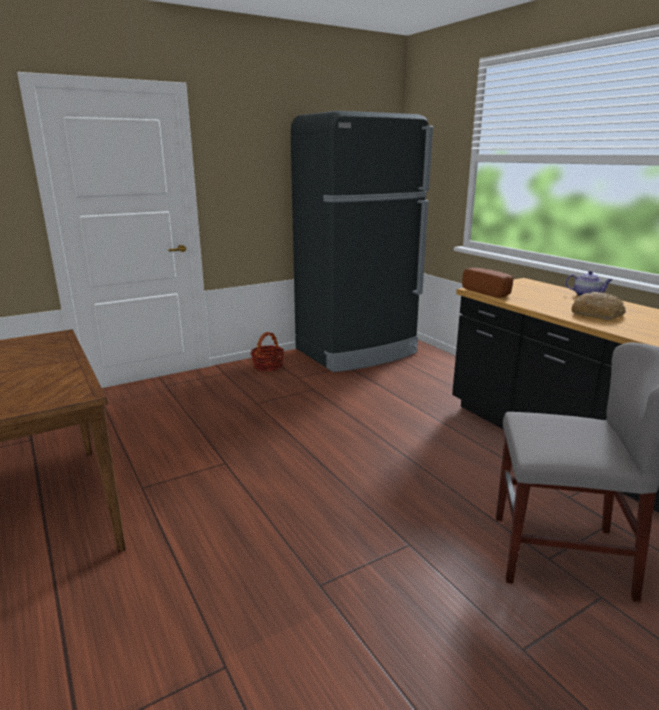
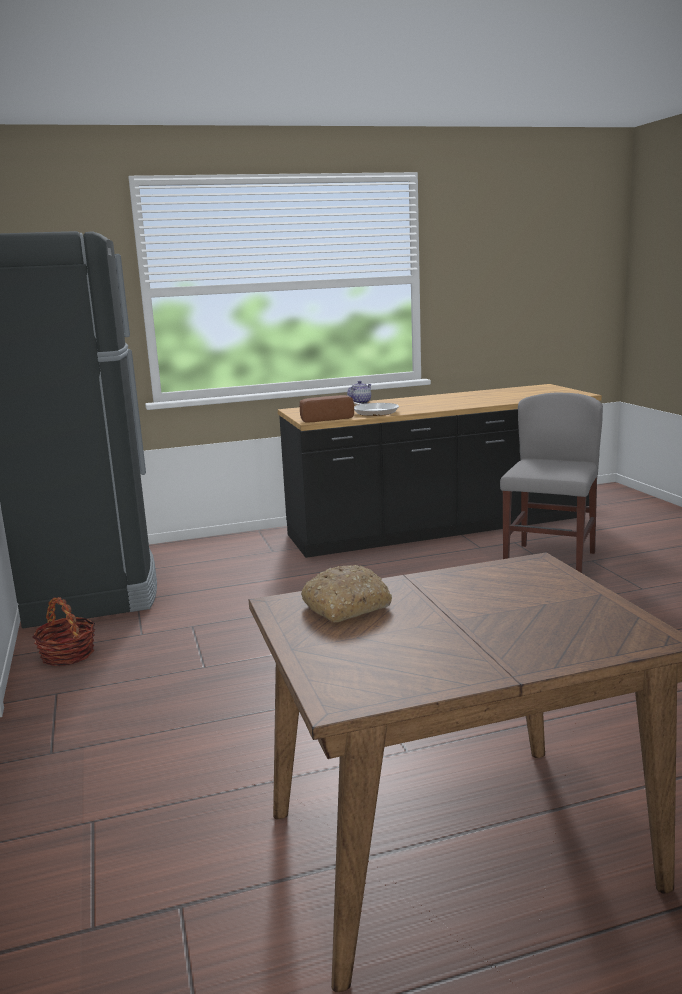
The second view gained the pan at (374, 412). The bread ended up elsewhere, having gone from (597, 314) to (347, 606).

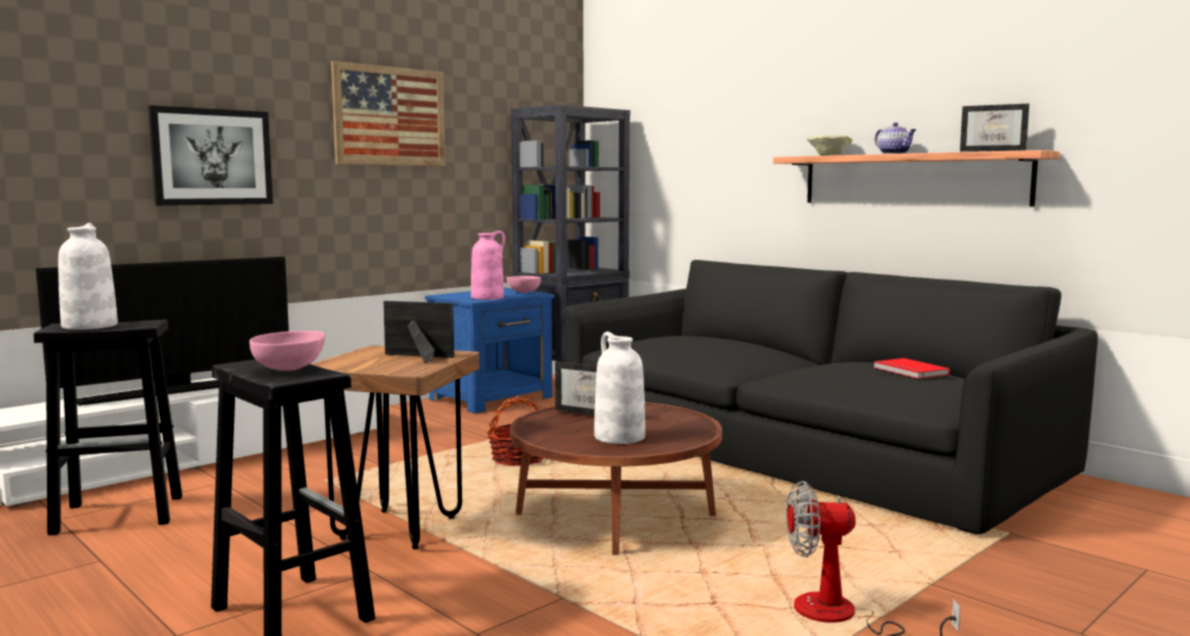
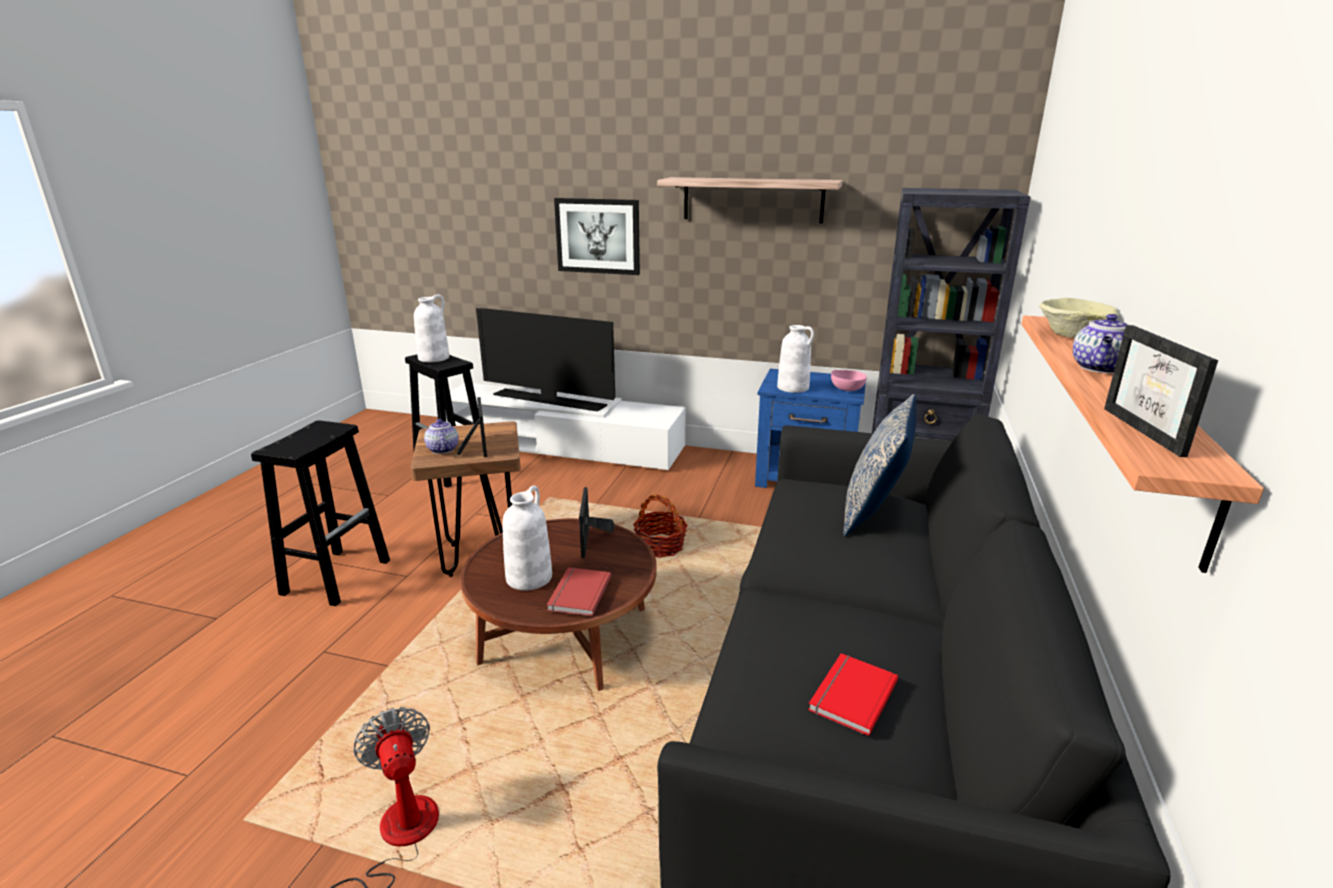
The second view lost the deep dish (pinkish) at (290, 369). The second view gained the tea pot at (442, 449). The second view gained the book (red-coloured) at (577, 593). The second view gained the throw pillow at (874, 512). Where the wall picture hung at (390, 116), the wall shelf came to hang at (752, 200). What was the flower vase (pinkish) at (488, 297) turned into the flower vase (white) at (793, 388).

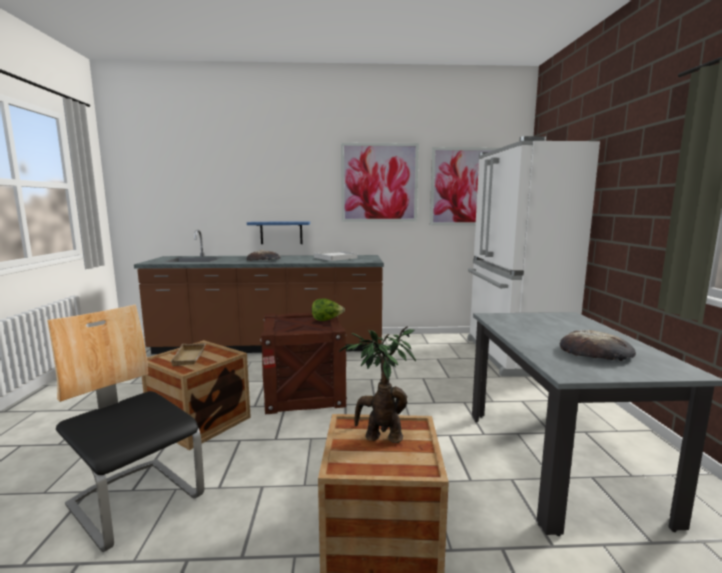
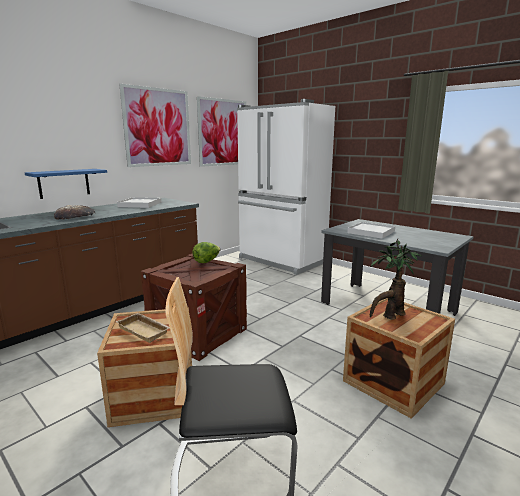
The second view lost the bread at (596, 352). The second view gained the serving tray (white) at (371, 232).

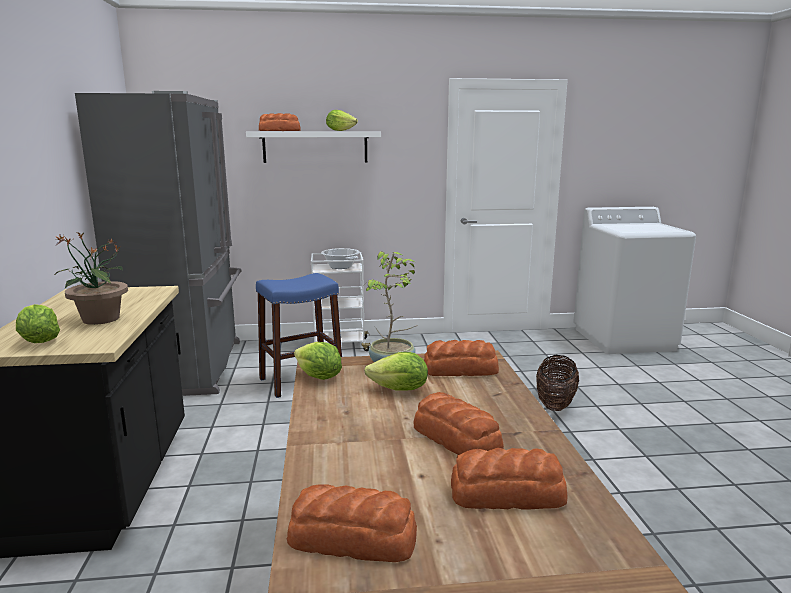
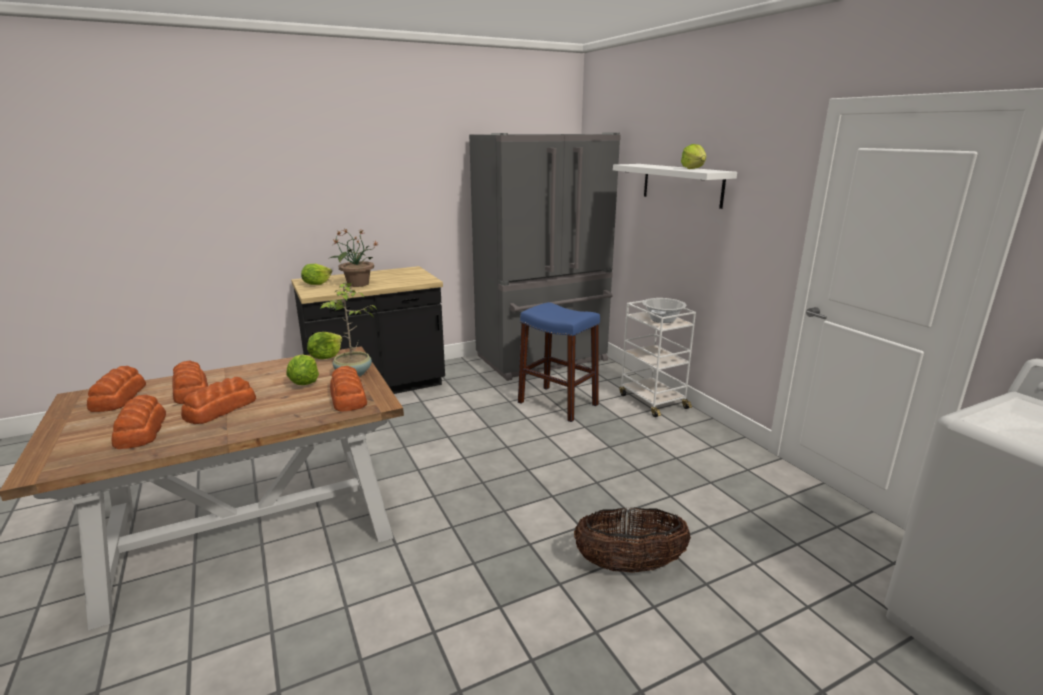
The bread ended up elsewhere, having gone from (280, 131) to (190, 391).

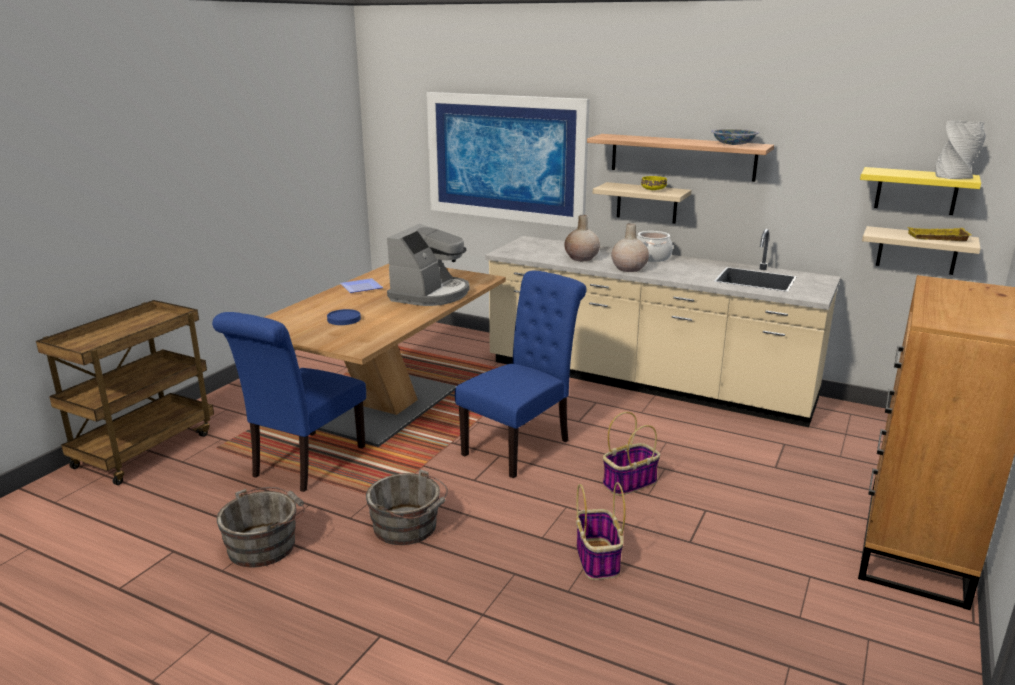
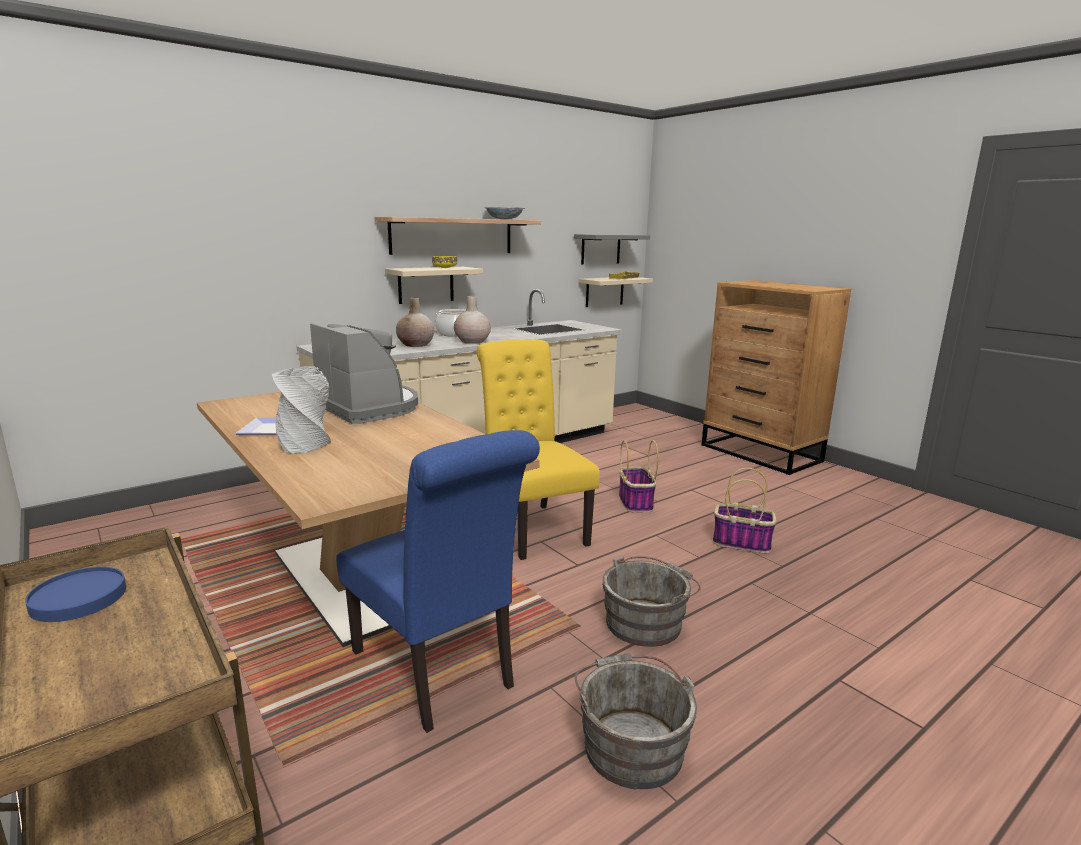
The second view lost the wall picture at (506, 158). The dinner plate (blue-coloured) ended up elsewhere, having gone from (343, 319) to (78, 598). The flower vase (gray) ended up elsewhere, having gone from (954, 176) to (305, 444). What was the chair (blue-coloured) at (521, 445) turned into the chair (yellow) at (532, 527). What was the wall shelf (yellow) at (916, 191) turned into the wall shelf (gray) at (600, 249).

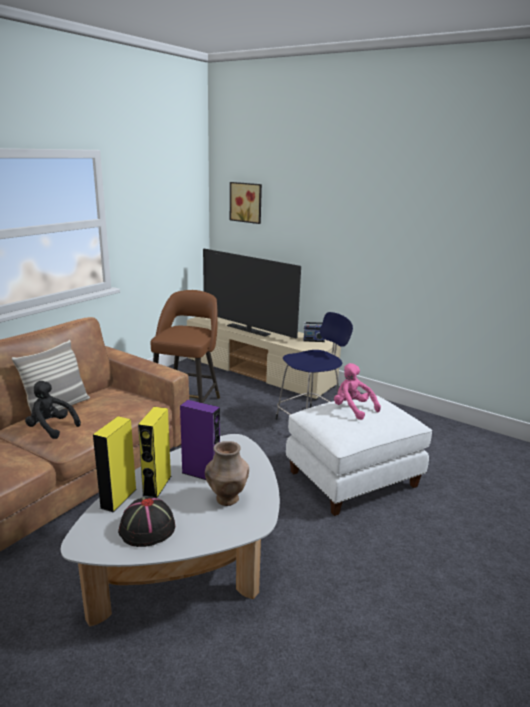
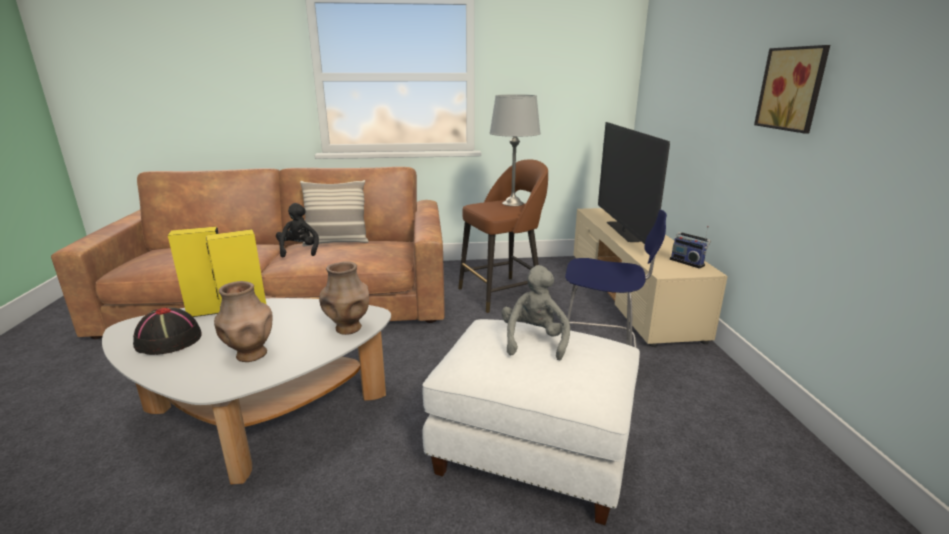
The second view lost the speaker (purple) at (201, 473). The second view gained the flower vase (brown) at (348, 328). The second view gained the table lamp (gray) at (513, 203). The wall picture ended up elsewhere, having gone from (246, 202) to (793, 89). What was the plush toy (pinkish) at (352, 409) turned into the plush toy (gray) at (534, 341).

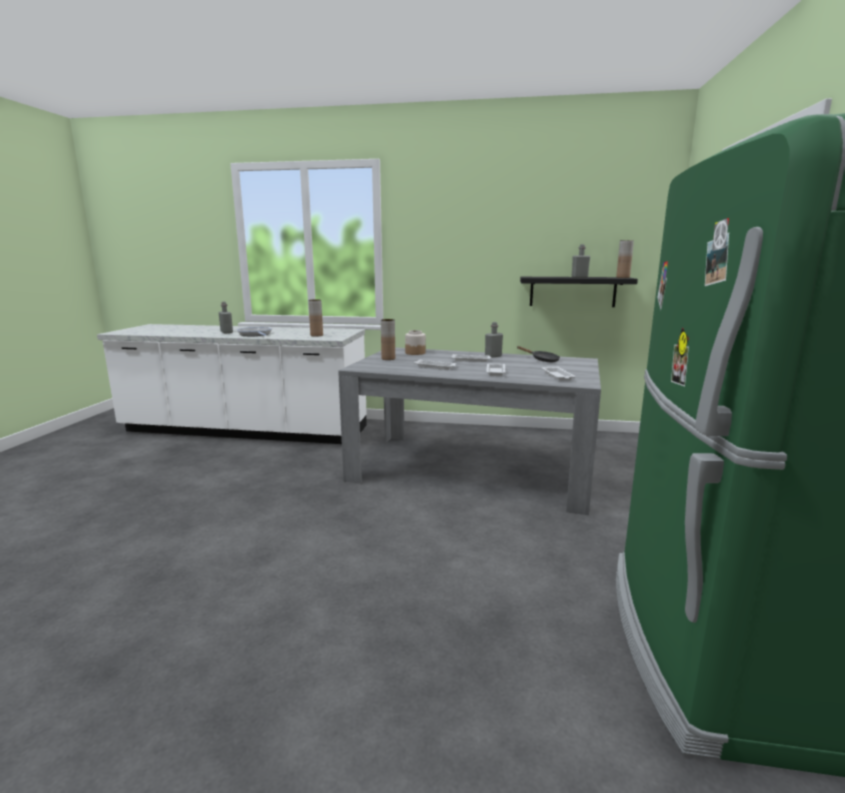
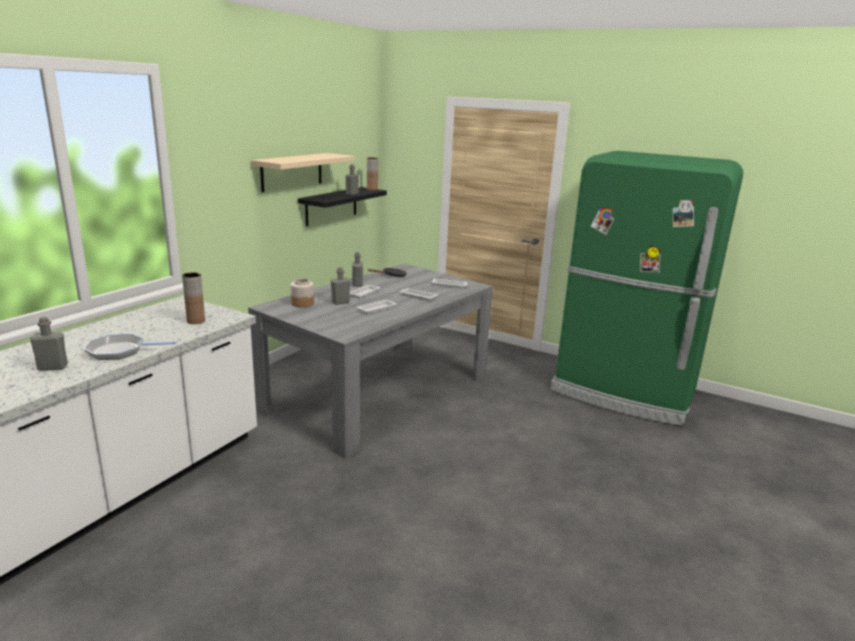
The second view lost the flower vase (brown) at (388, 359). The second view gained the wall shelf (sand-coloured) at (292, 172). The second view gained the bottle (gray) at (340, 302).

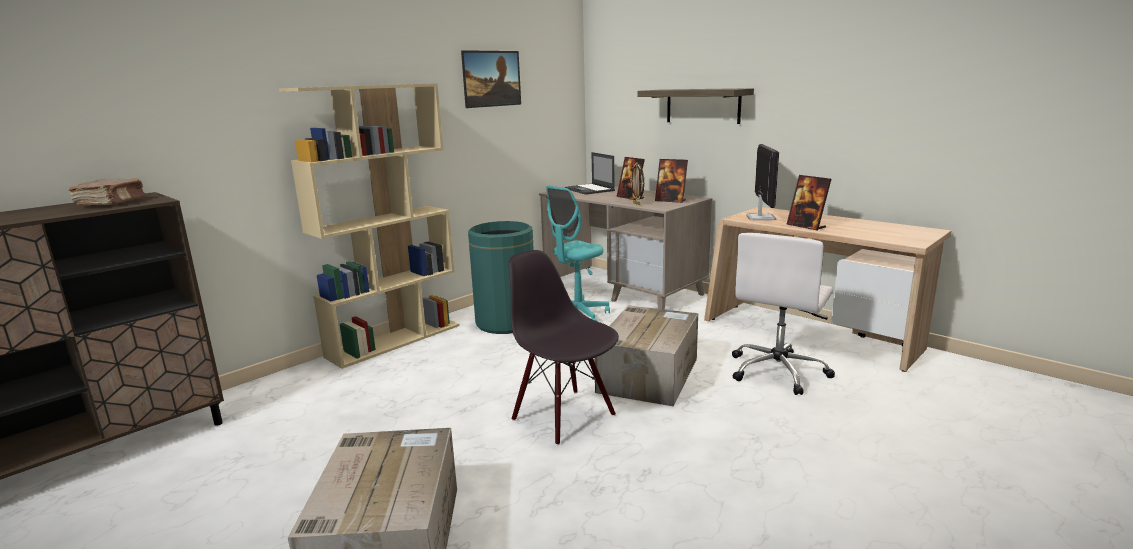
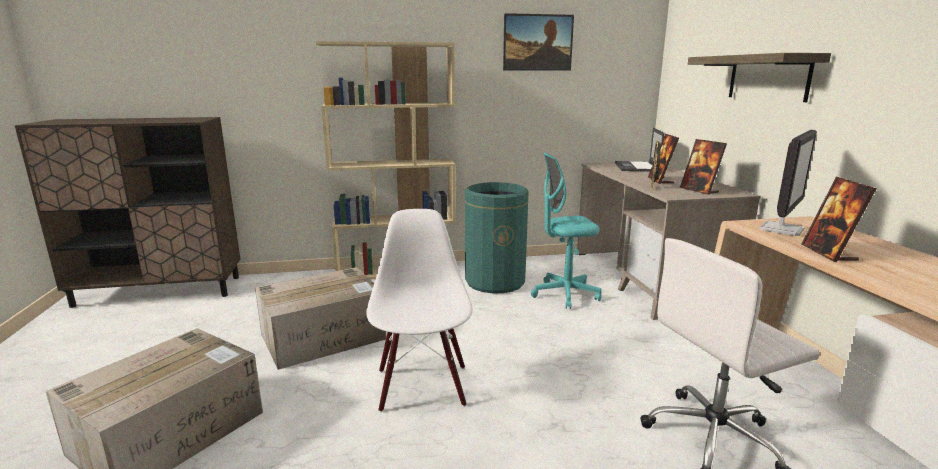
The second view lost the book (brown) at (112, 202). The carton ended up elsewhere, having gone from (648, 374) to (324, 336). What was the chair (black) at (564, 416) turned into the chair (white) at (422, 387).

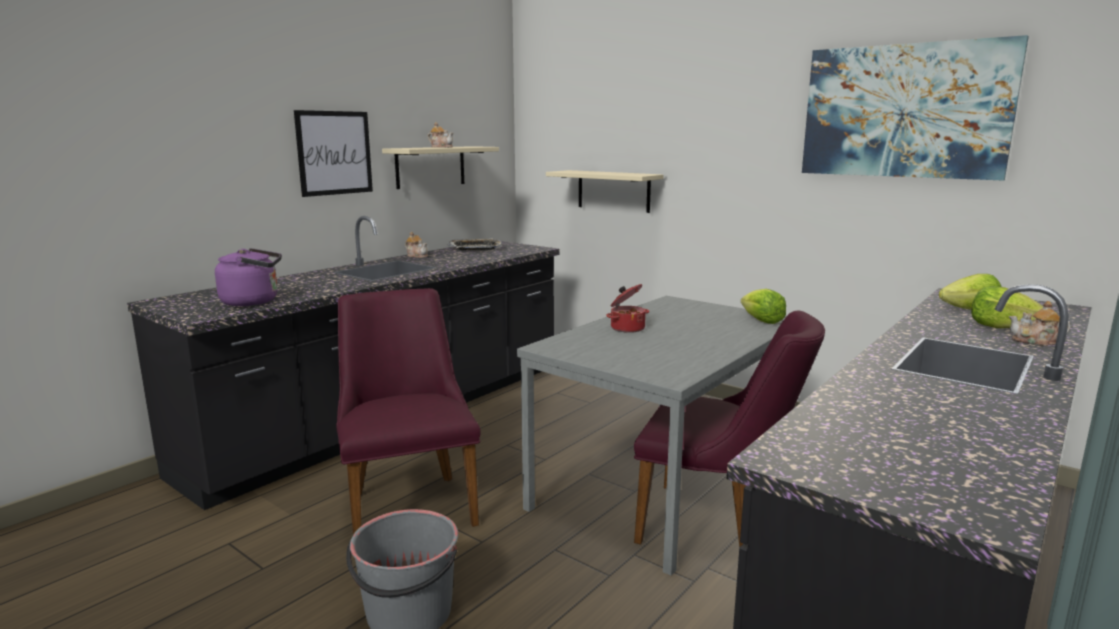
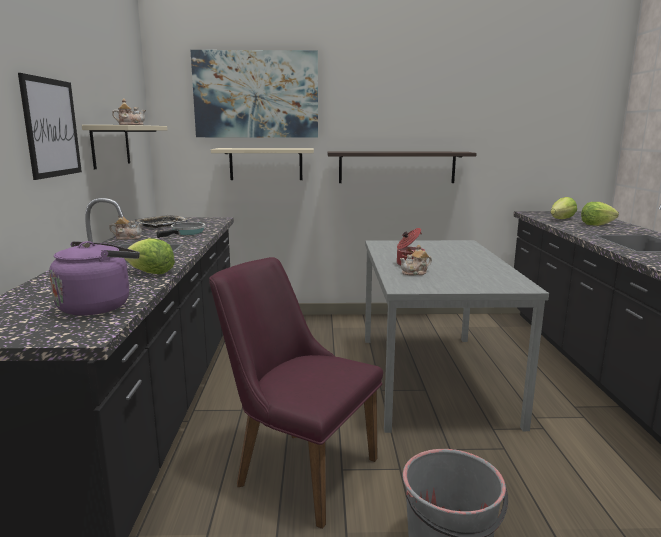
The second view lost the chair (purple) at (717, 526). The second view gained the pan at (186, 233). The second view gained the wall shelf at (397, 167). The lettuce head ended up elsewhere, having gone from (761, 321) to (150, 273). The wall picture ended up elsewhere, having gone from (904, 111) to (256, 95). The tea pot ended up elsewhere, having gone from (1035, 341) to (415, 273).

